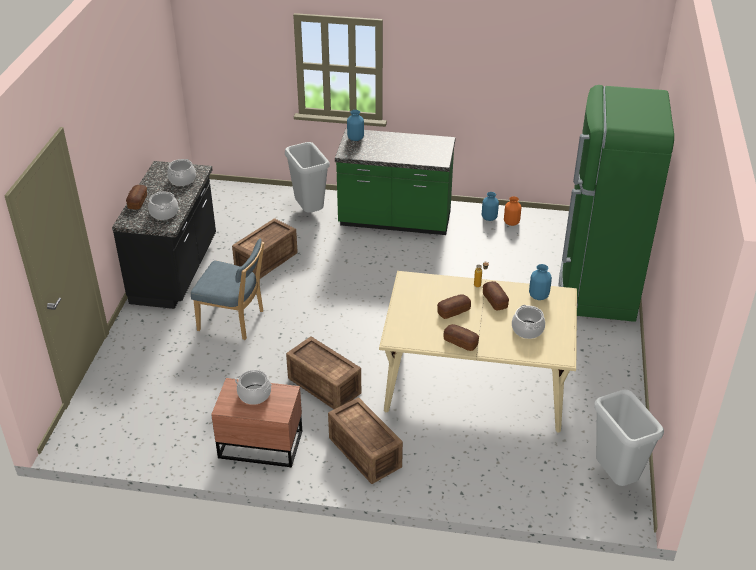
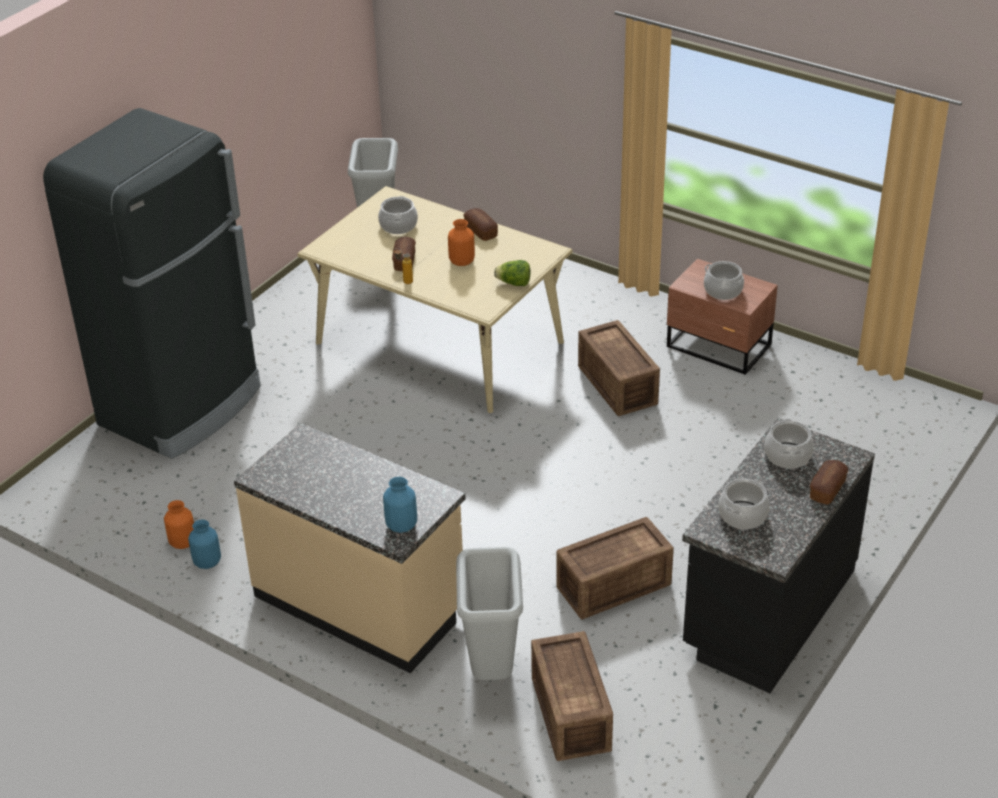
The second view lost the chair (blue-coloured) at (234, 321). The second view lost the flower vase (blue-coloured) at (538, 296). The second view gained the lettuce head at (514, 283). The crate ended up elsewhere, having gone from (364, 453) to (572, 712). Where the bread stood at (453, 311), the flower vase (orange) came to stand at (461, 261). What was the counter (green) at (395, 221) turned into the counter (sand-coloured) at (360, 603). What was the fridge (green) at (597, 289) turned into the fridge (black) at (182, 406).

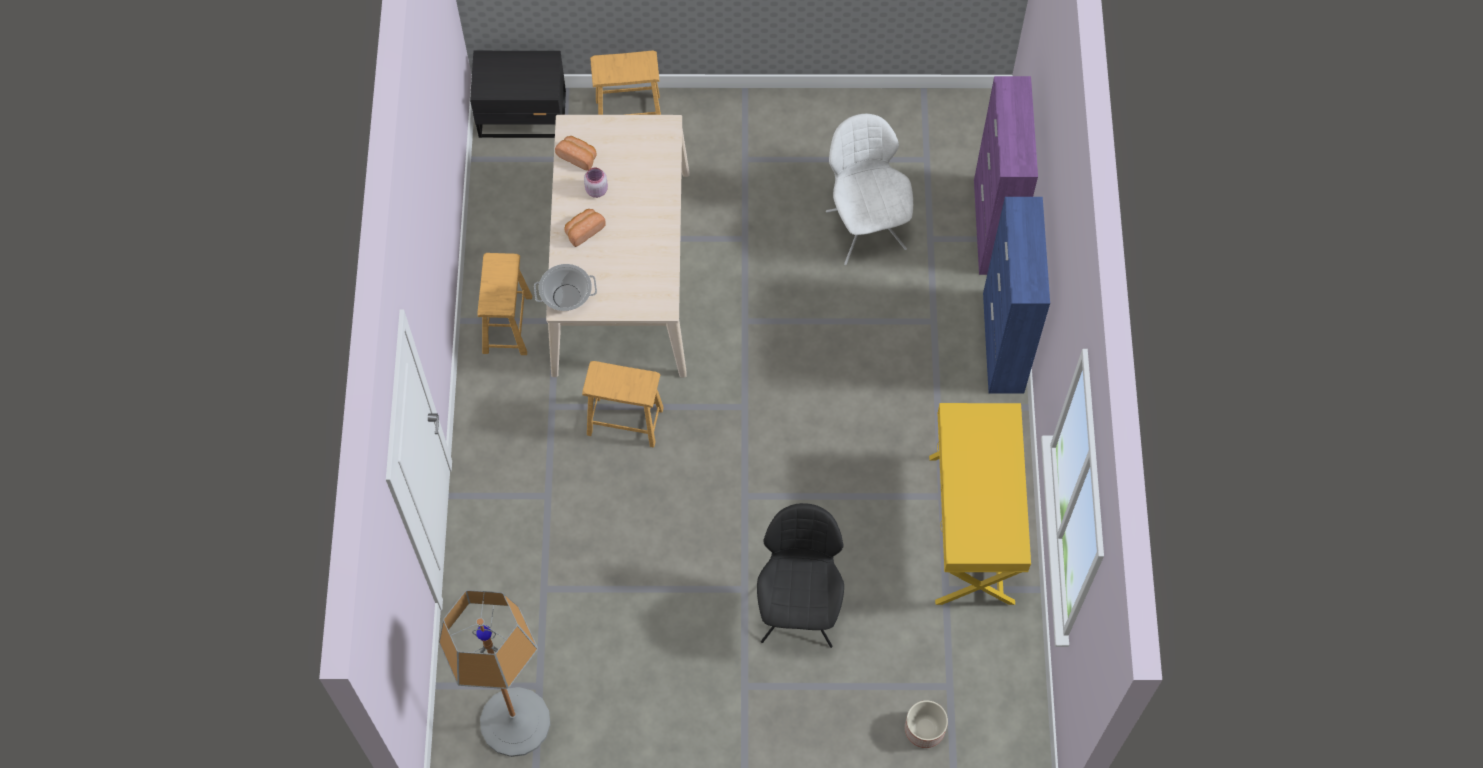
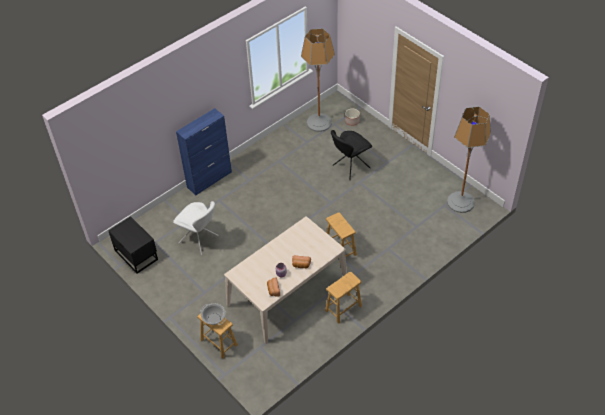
The second view lost the narrow table (yellow) at (972, 529). The second view lost the storage cabinet (purple) at (993, 227). The second view gained the standard lamp at (319, 123). The nightstand (black) ended up elsewhere, having gone from (523, 116) to (136, 254). The saucepot ended up elsewhere, having gone from (566, 297) to (214, 319). The chair (white) at (865, 227) ended up facing another way, 90 degrees counterclockwise from before.

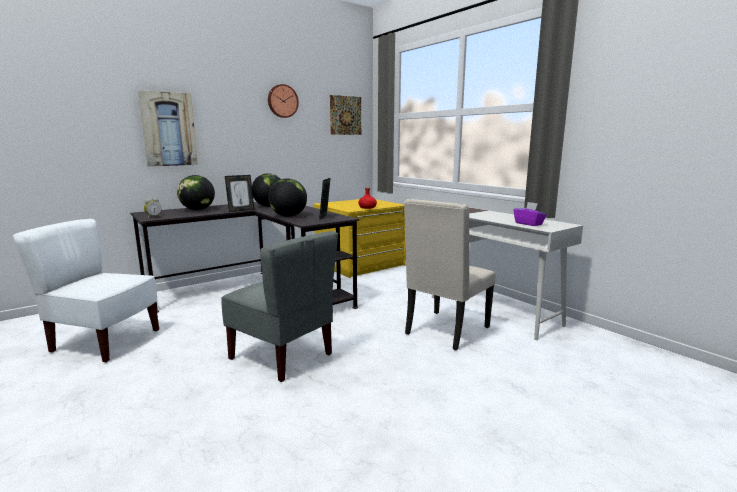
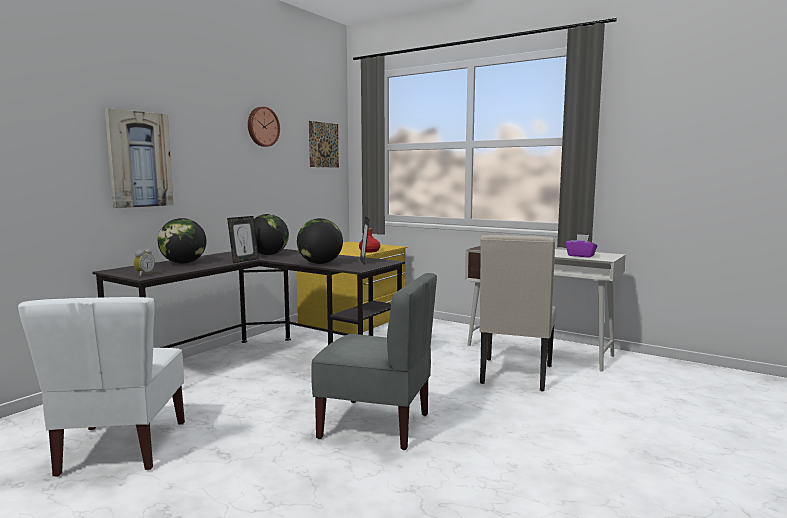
The chair (white) at (105, 342) ended up facing another way, 90 degrees counterclockwise from before.

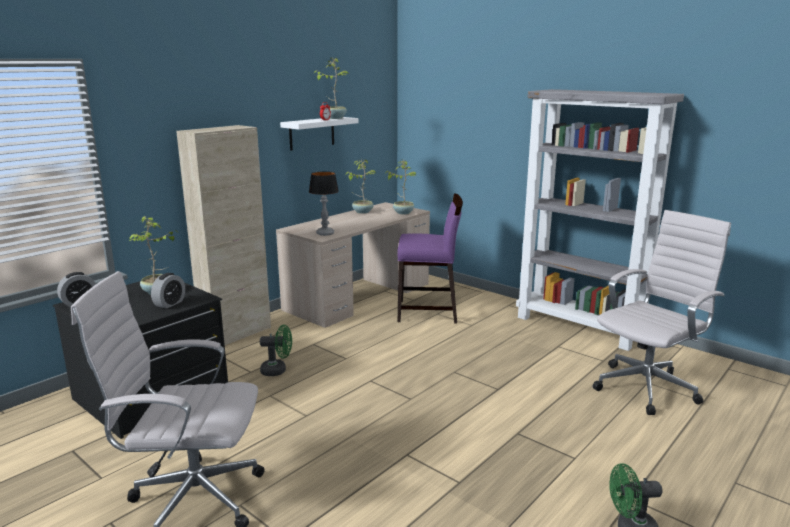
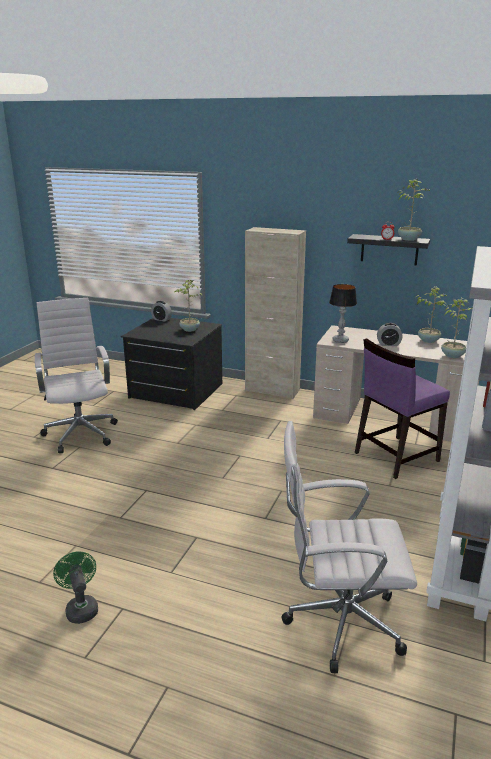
The second view lost the fan (green) at (278, 370). The alarm clock ended up elsewhere, having gone from (170, 303) to (388, 344). What was the wall shelf (white) at (312, 133) turned into the wall shelf (black) at (389, 249). The chair (purple) at (428, 312) ended up facing another way, 75 degrees clockwise from before. The office chair (white) at (648, 387) ended up facing another way, 150 degrees clockwise from before.

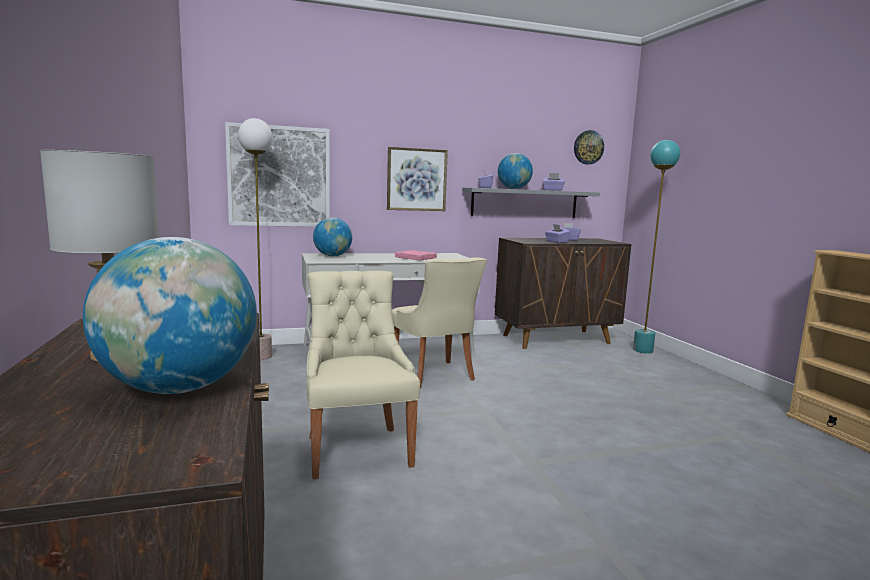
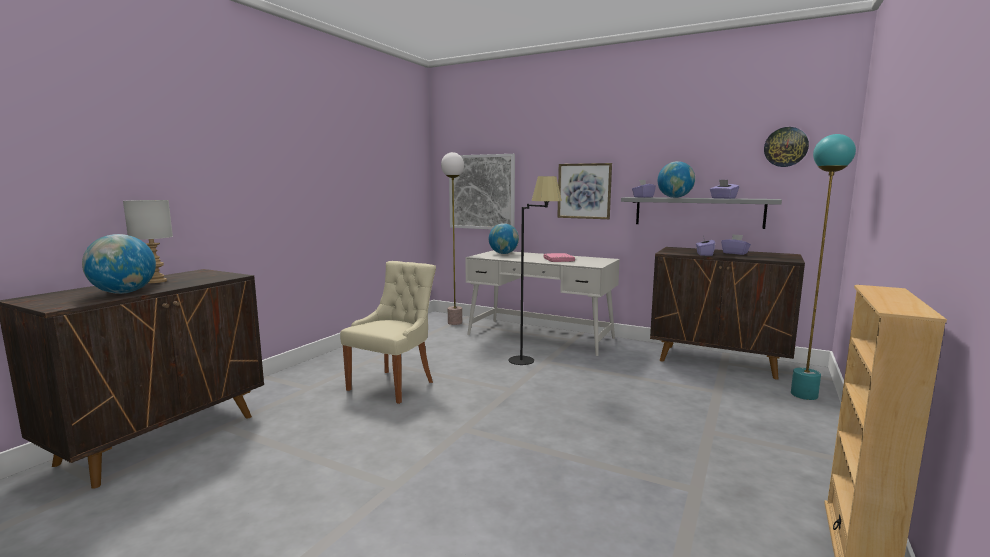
Where the chair (sand-coloured) stood at (434, 375), the standard lamp (black) came to stand at (533, 360).

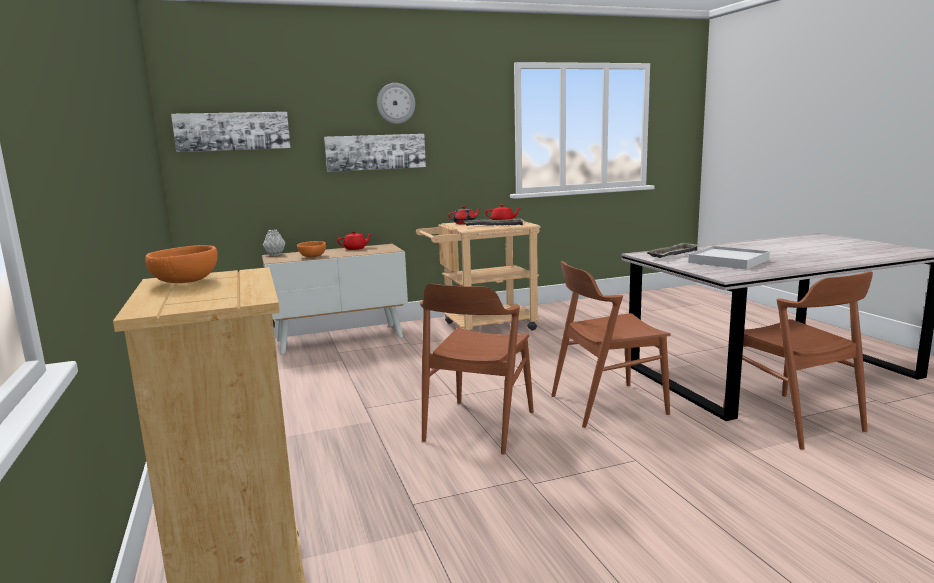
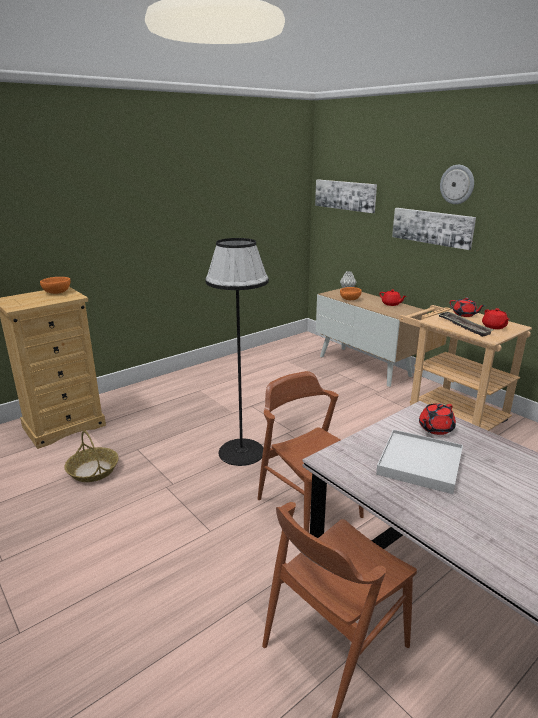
The second view gained the basket at (93, 470). Where the chair (brown) stood at (479, 426), the standard lamp (black) came to stand at (241, 452). Where the serving tray stood at (673, 254), the tea pot (red-coloured) came to stand at (435, 429).

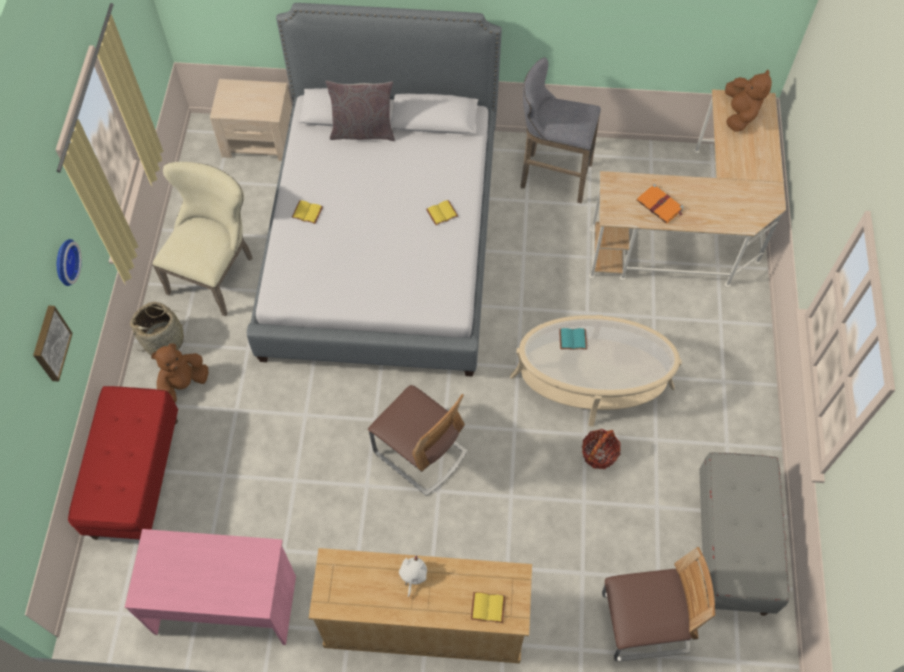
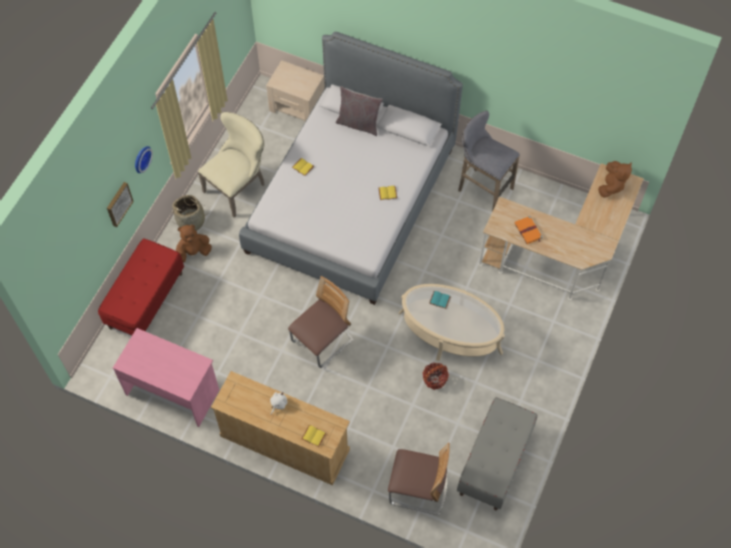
The chair at (420, 452) ended up facing another way, 105 degrees counterclockwise from before.

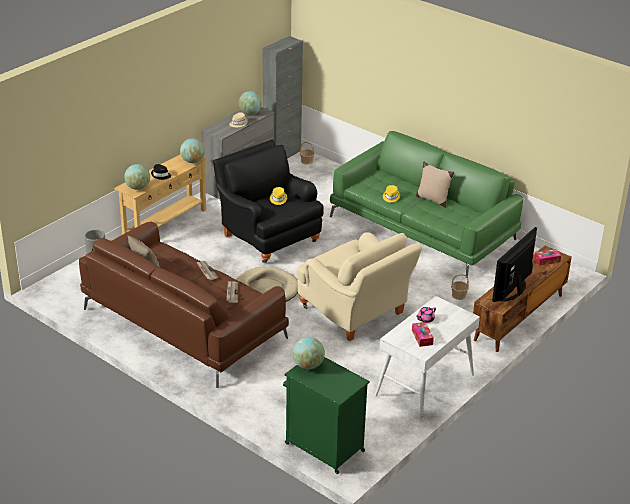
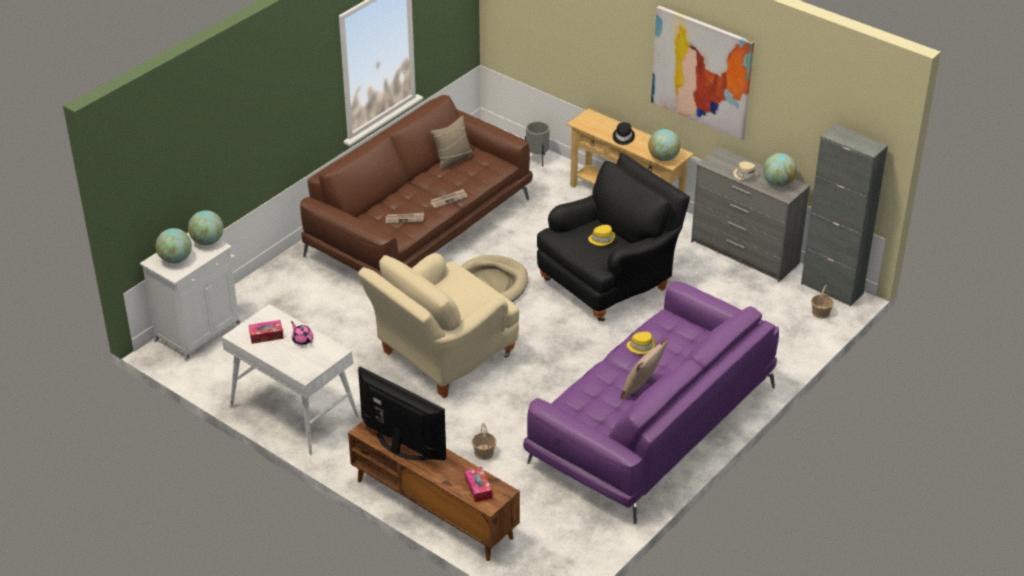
The second view gained the wall picture at (702, 72). The globe ended up elsewhere, having gone from (138, 188) to (175, 259). What was the storage cabinet (green) at (323, 447) turned into the storage cabinet (white) at (199, 331). What was the sofa (green) at (423, 228) turned into the sofa (purple) at (651, 425).

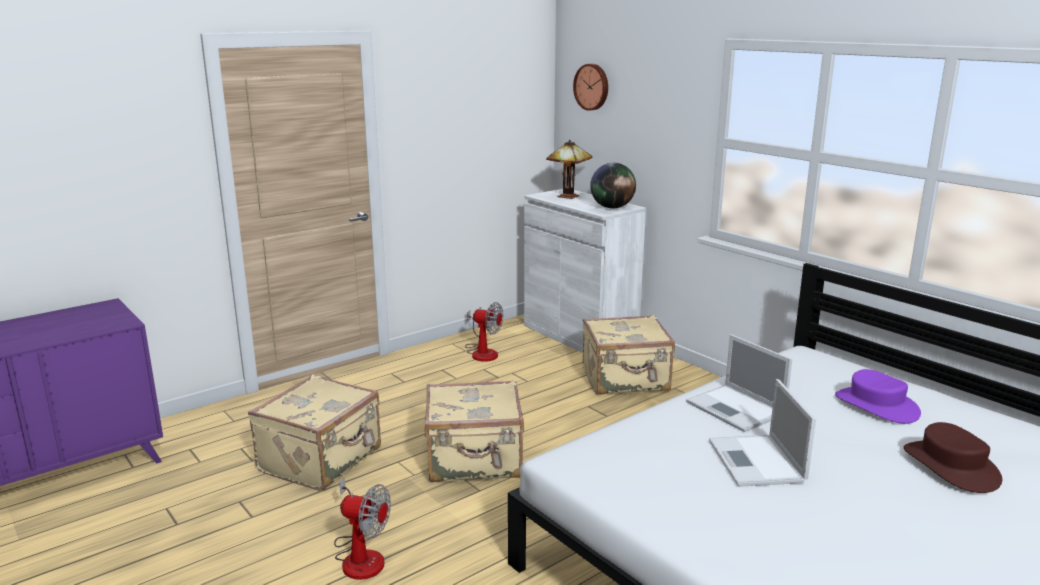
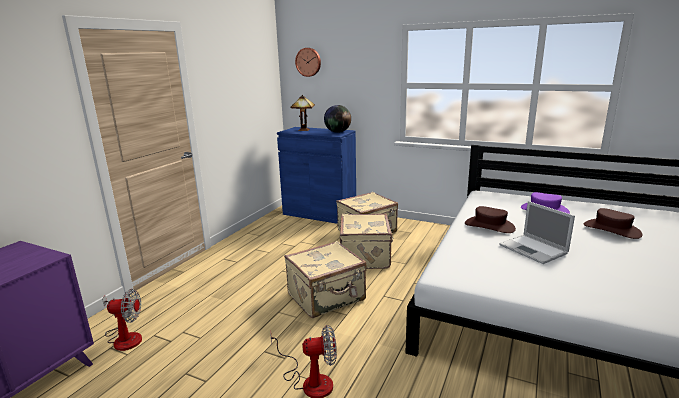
The travel case (sand-coloured) ended up elsewhere, having gone from (322, 460) to (366, 257). The fan ended up elsewhere, having gone from (482, 352) to (125, 337). Where the portable computer stood at (736, 409), the clothing hat (brown) came to stand at (489, 226). What was the storage cabinet (white) at (579, 335) turned into the storage cabinet (blue-coloured) at (319, 213).

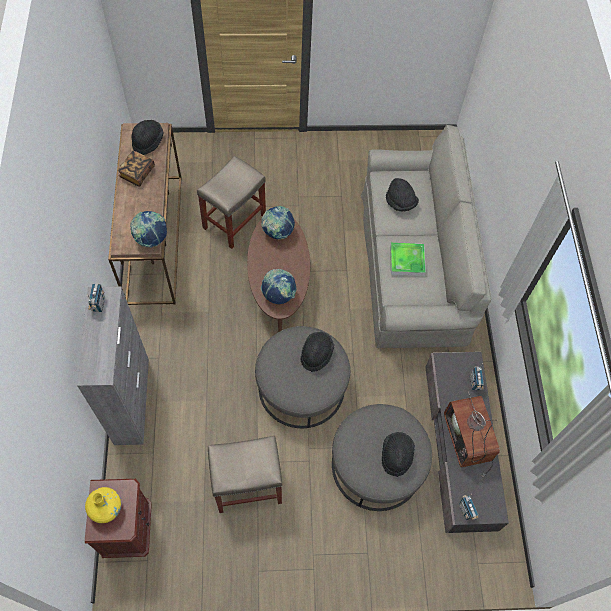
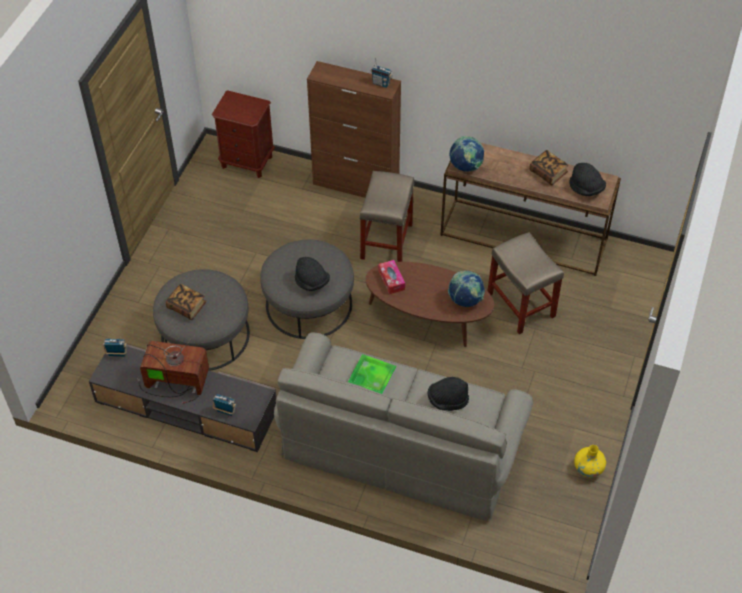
The flower vase (yellow) ended up elsewhere, having gone from (106, 508) to (588, 469). The stool seat (sand-coloured) ended up elsewhere, having gone from (246, 486) to (386, 240). Where the globe stood at (279, 295), the tissue holder came to stand at (391, 280). Where the clothing hat (black) stood at (396, 456), the book came to stand at (187, 307). What was the storage cabinet (gray) at (132, 400) turned into the storage cabinet (brown) at (356, 185).

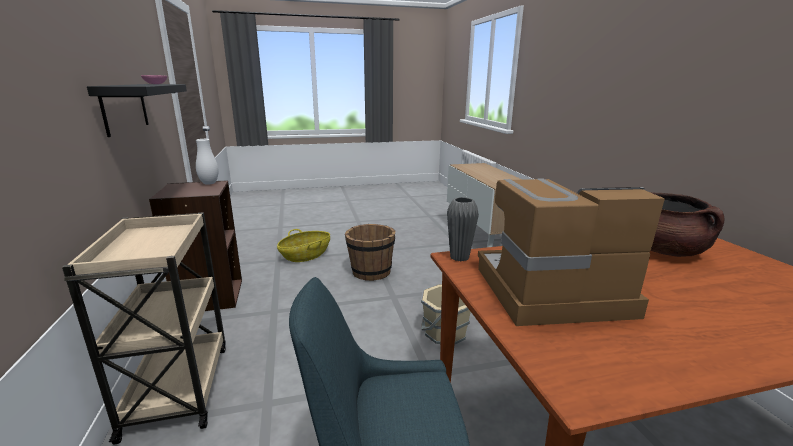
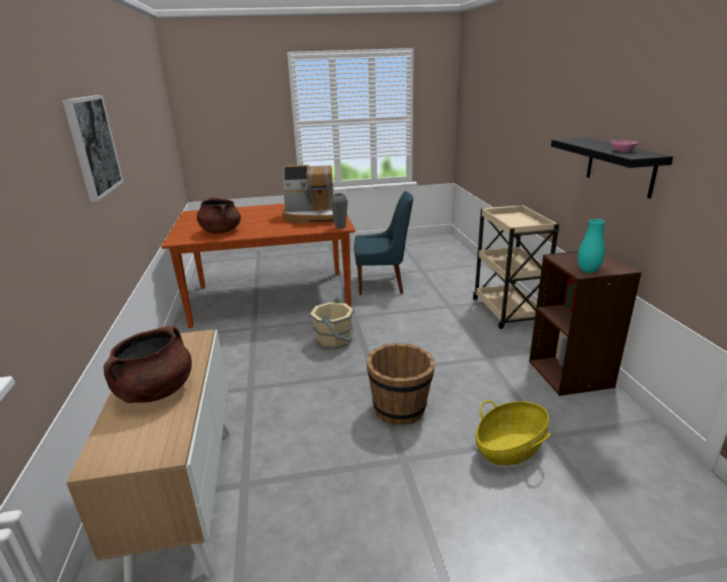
The second view gained the wall picture at (93, 146). The second view gained the saucepot (brown) at (156, 391). What was the flower vase (white) at (209, 183) turned into the flower vase (turquoise) at (588, 271).

